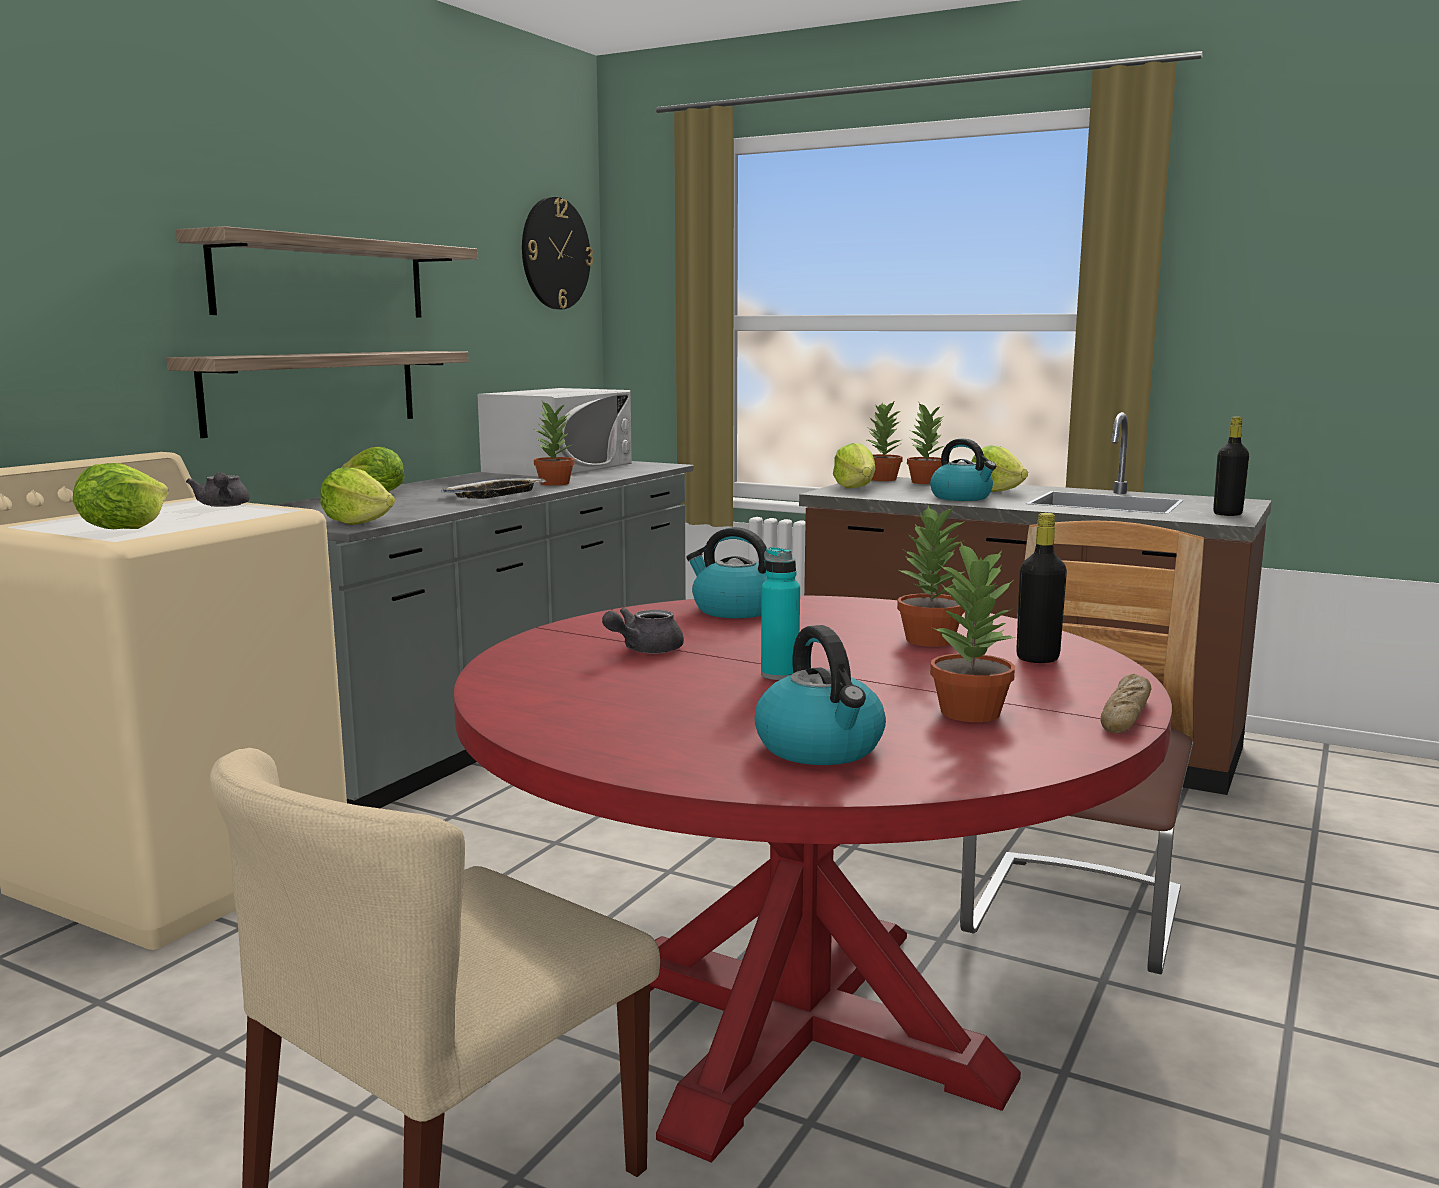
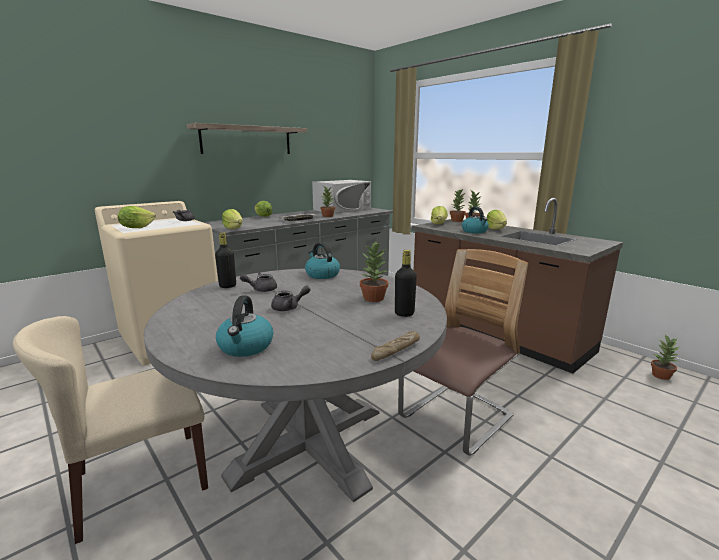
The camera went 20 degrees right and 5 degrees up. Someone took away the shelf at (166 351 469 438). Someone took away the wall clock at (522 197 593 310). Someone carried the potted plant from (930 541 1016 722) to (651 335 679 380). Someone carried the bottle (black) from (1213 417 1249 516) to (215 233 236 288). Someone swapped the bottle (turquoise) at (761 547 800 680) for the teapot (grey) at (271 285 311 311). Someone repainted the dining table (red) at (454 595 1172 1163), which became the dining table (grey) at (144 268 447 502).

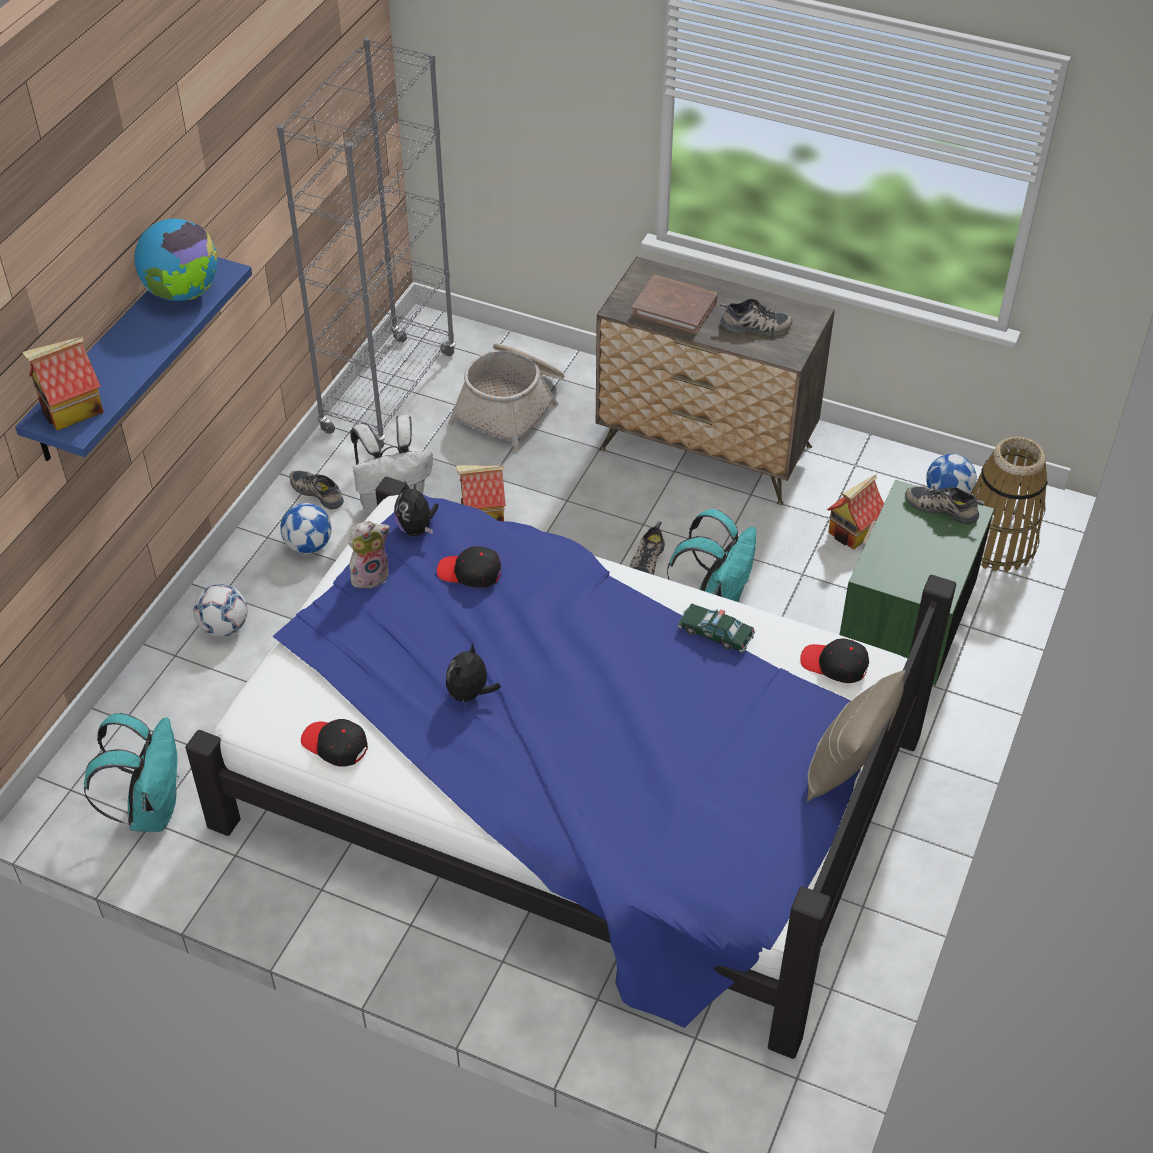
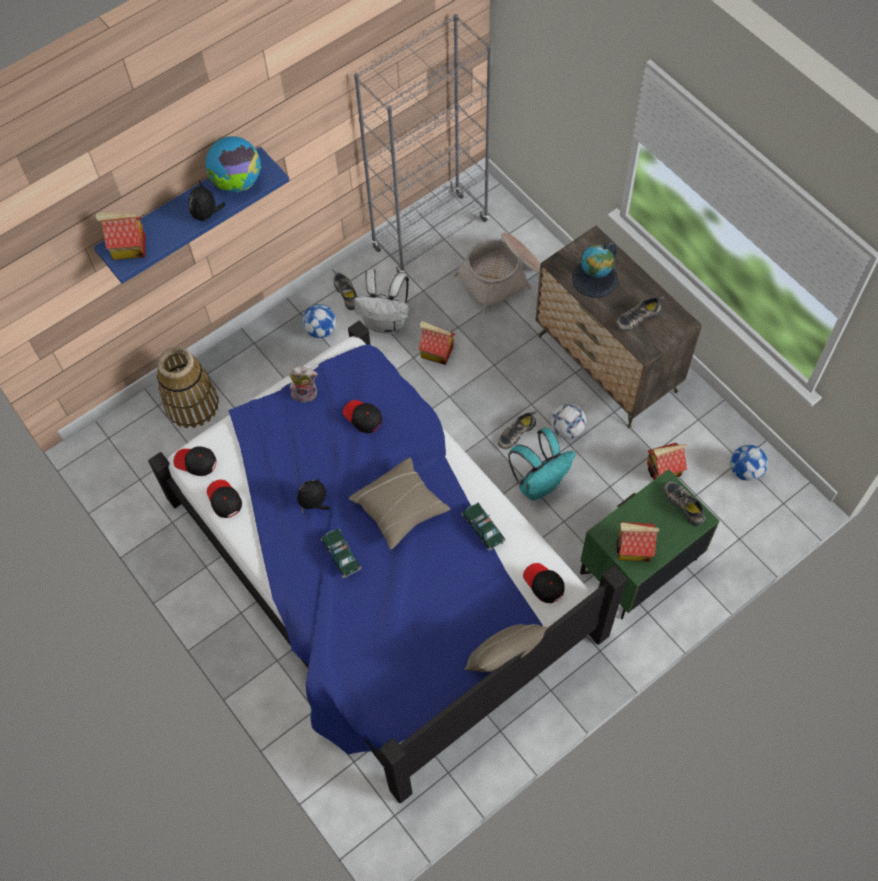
The camera went 30 degrees right and 15 degrees up. Someone took away the backpack (turquoise) at (84 713 179 832). Someone put down the cap (black) at (174 446 217 476). Someone put down the toy car at (321 528 362 578). Someone put down the pillow (beige) at (349 458 451 550). Someone put down the toy house at (617 522 660 562). Someone carried the football from (194 584 248 637) to (551 404 586 439). Someone carried the plush toy from (394 480 438 536) to (188 180 226 223). Someone carried the basket from (971 437 1047 572) to (157 347 219 428). Someone swapped the book (brown) at (632 275 718 334) for the globe at (572 243 618 298). Someone rotated the shoe at (719 298 792 336) by 120 degrees clockwise.

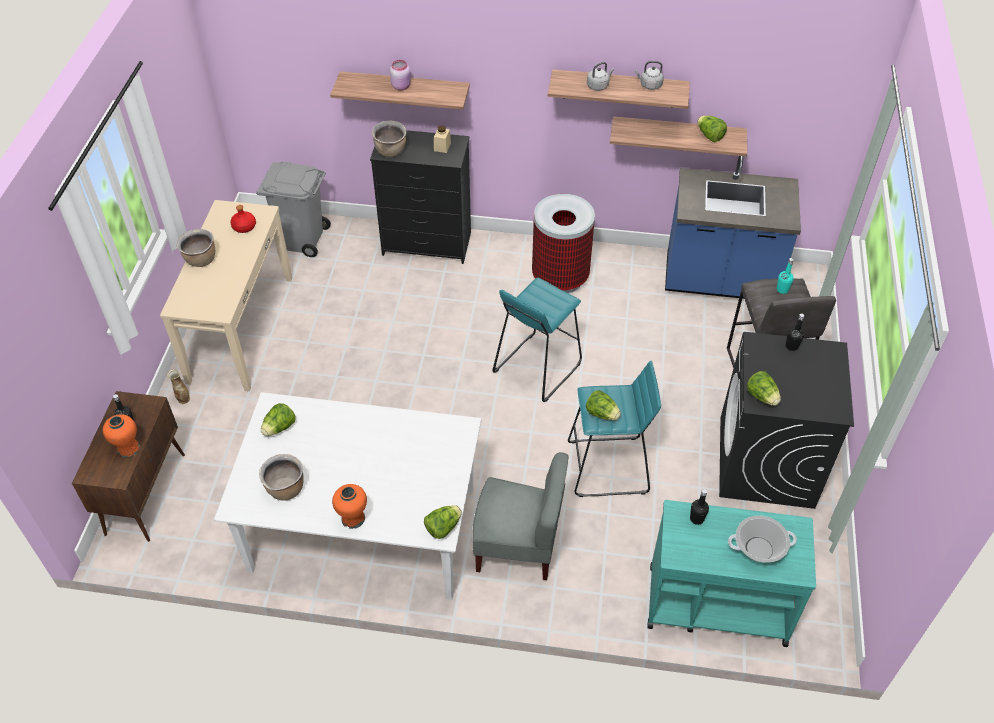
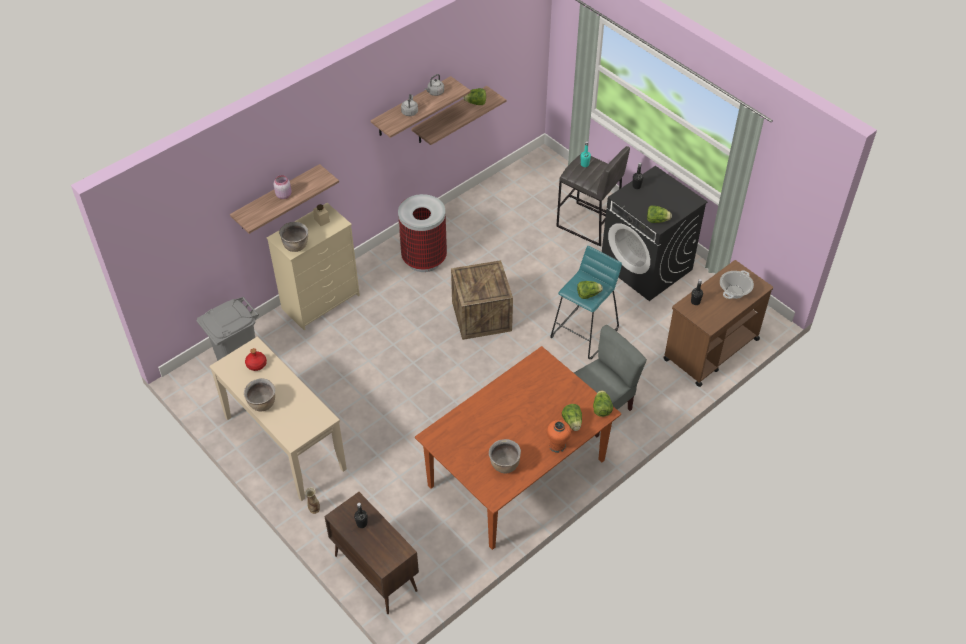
The camera went 50 degrees left and 0 degrees up. Someone took away the vase (orange) at (103 414 140 458). Someone took away the counter (blue) at (665 156 801 299). Someone carried the lettuce from (261 403 296 436) to (562 404 582 431). Someone swapped the stool (turquoise) at (493 278 582 402) for the crate at (451 260 513 340). Someone repainted the dining table (white) at (214 392 481 600), which became the dining table (brown) at (415 346 621 550). Someone repainted the dresser (black) at (370 130 471 264), which became the dresser (beige) at (267 203 360 330). Someone repainted the cart (turquoise) at (647 500 816 647), which became the cart (brown) at (663 260 773 387).

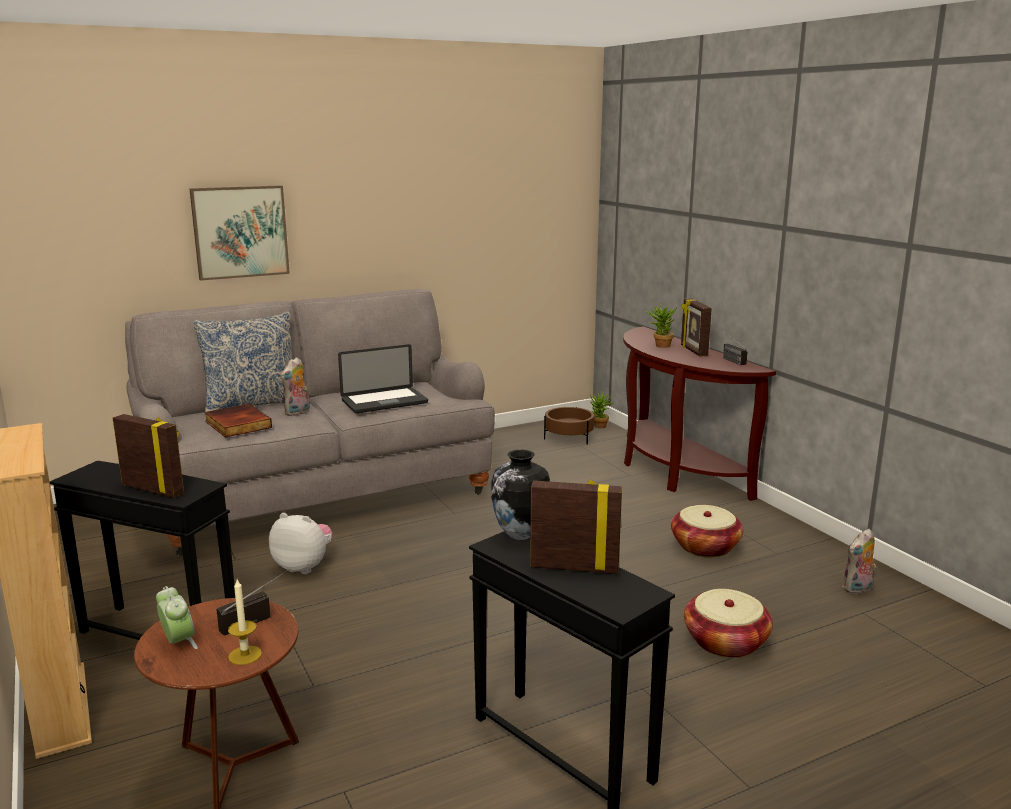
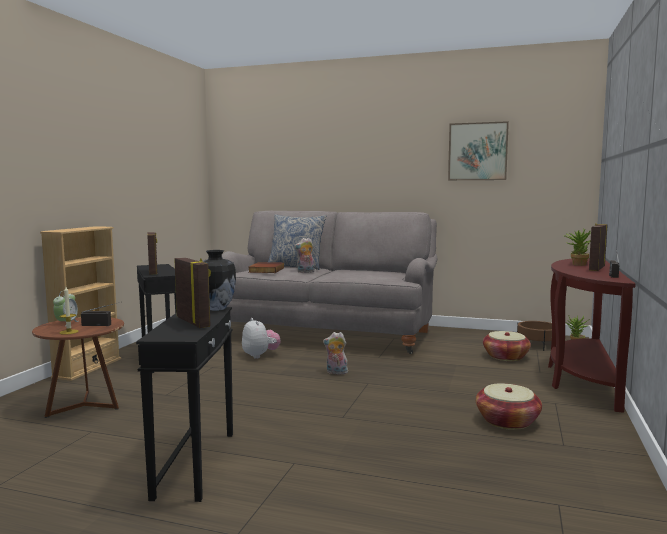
The camera went 45 degrees right and 10 degrees down. Someone took away the laptop at (338 344 428 413). Someone carried the picture from (189 185 290 281) to (448 121 509 180). Someone carried the basket from (684 589 773 658) to (483 331 531 361). Someone carried the plush toy from (842 529 877 595) to (323 332 348 375).

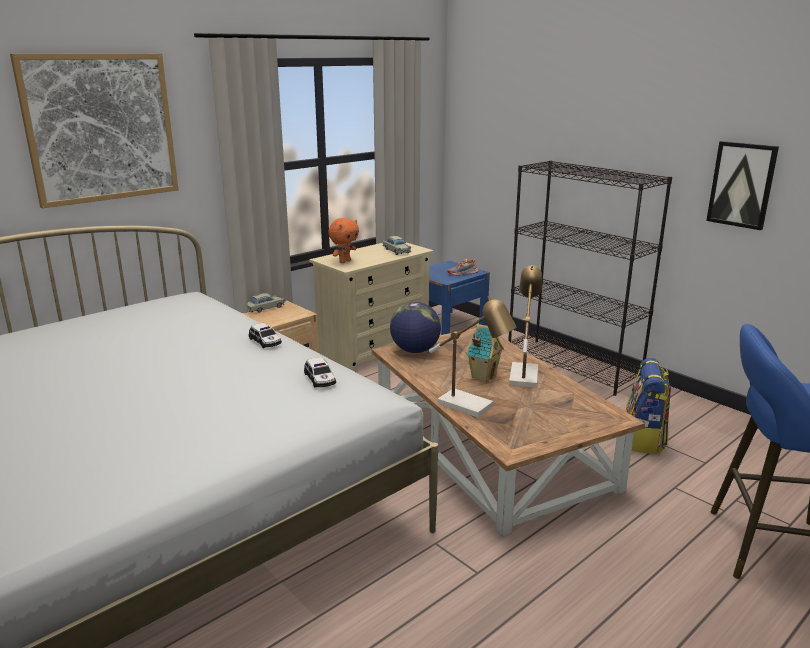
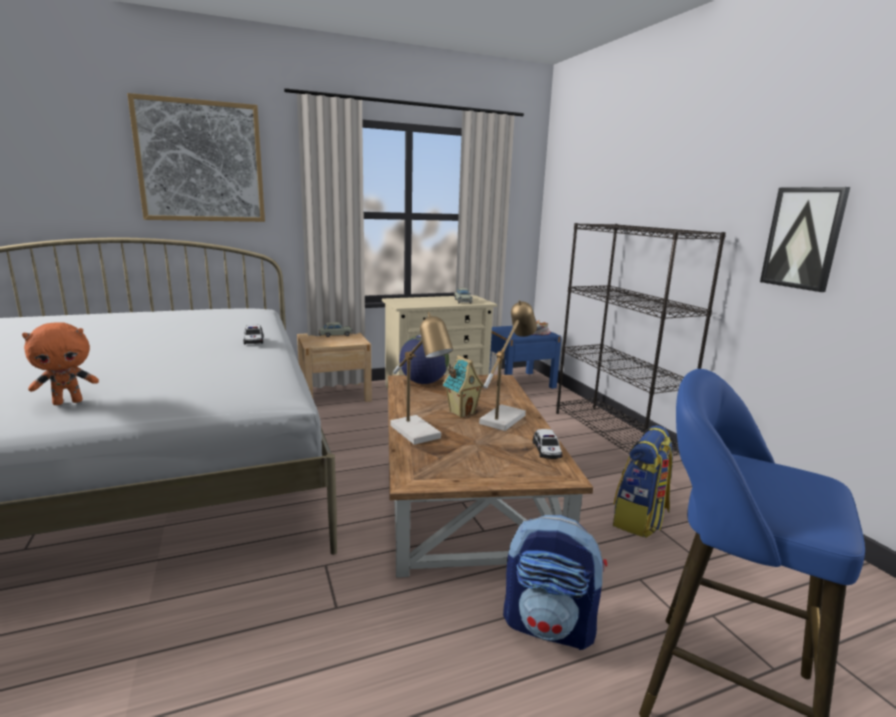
The camera went 20 degrees right and 5 degrees down. Someone put down the backpack at (503 515 607 650). Someone carried the toy car from (304 357 336 387) to (533 429 562 459). Someone carried the plush toy (orange) from (328 218 359 263) to (22 322 99 405).

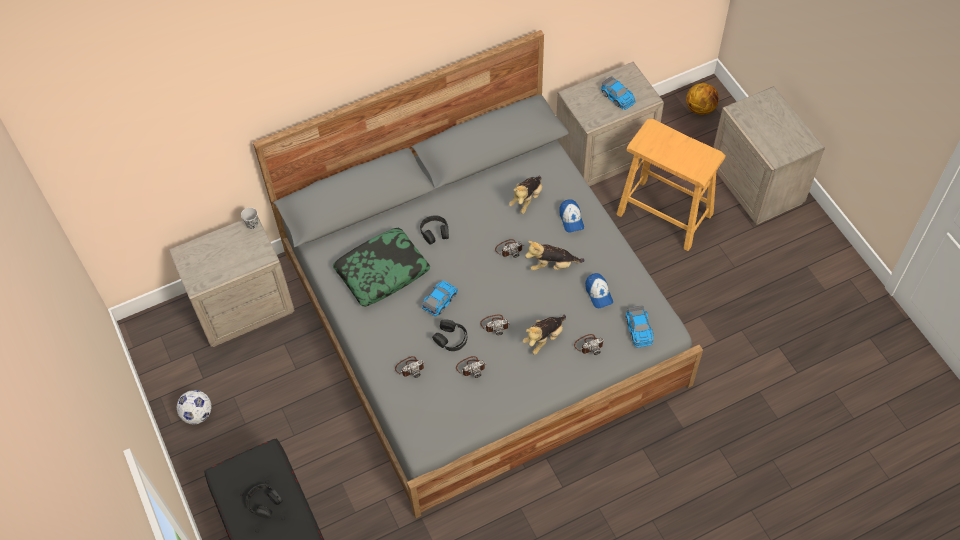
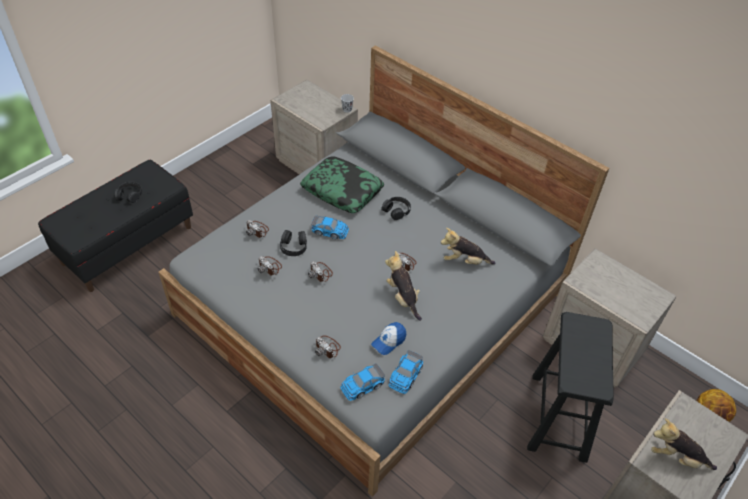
The camera went 65 degrees right and 10 degrees down. Someone took away the football at (177 390 212 424). Someone took away the cap at (560 199 584 233). Someone carried the plush toy from (523 315 566 355) to (651 418 717 470). Someone carried the toy car from (601 76 636 110) to (388 350 423 394). Someone repainted the stool (beige) at (617 119 726 251), which became the stool (black) at (527 312 614 463).

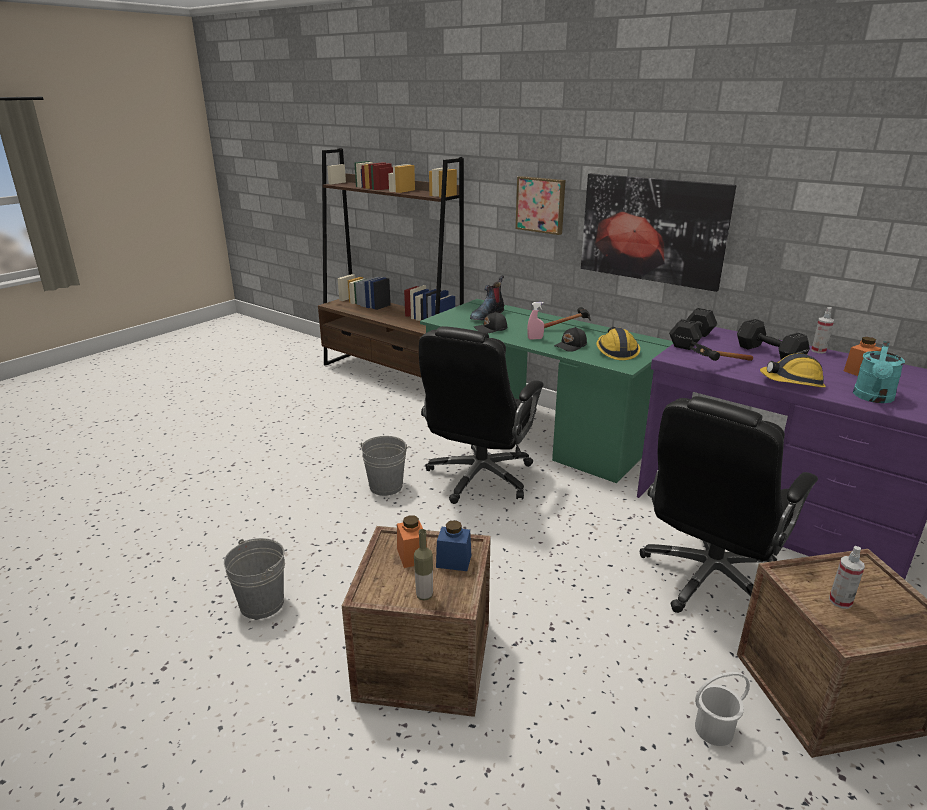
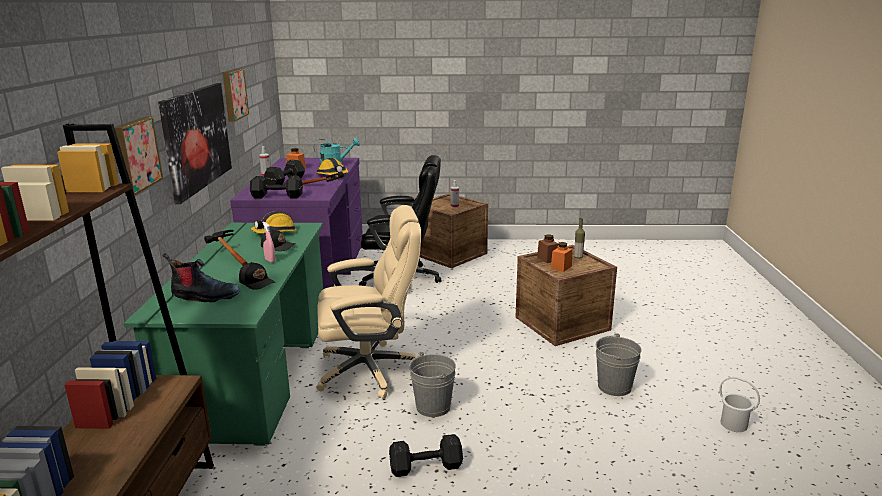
The camera went 125 degrees left and 5 degrees down. Someone put up the picture at (223 68 249 122). Someone put down the dumbbell (black) at (389 434 463 477). Someone carried the bucket (white) from (695 672 750 746) to (719 377 760 432). Someone repainted the office chair (black) at (419 326 544 504), which became the office chair (beige) at (316 205 421 399). Someone repainted the jar (blue) at (436 520 471 571), which became the jar (brown) at (537 234 558 263).

